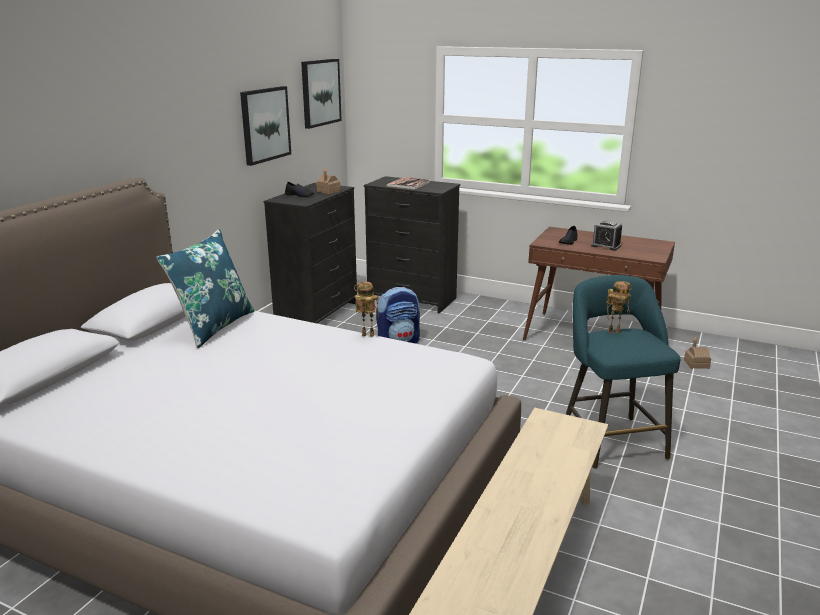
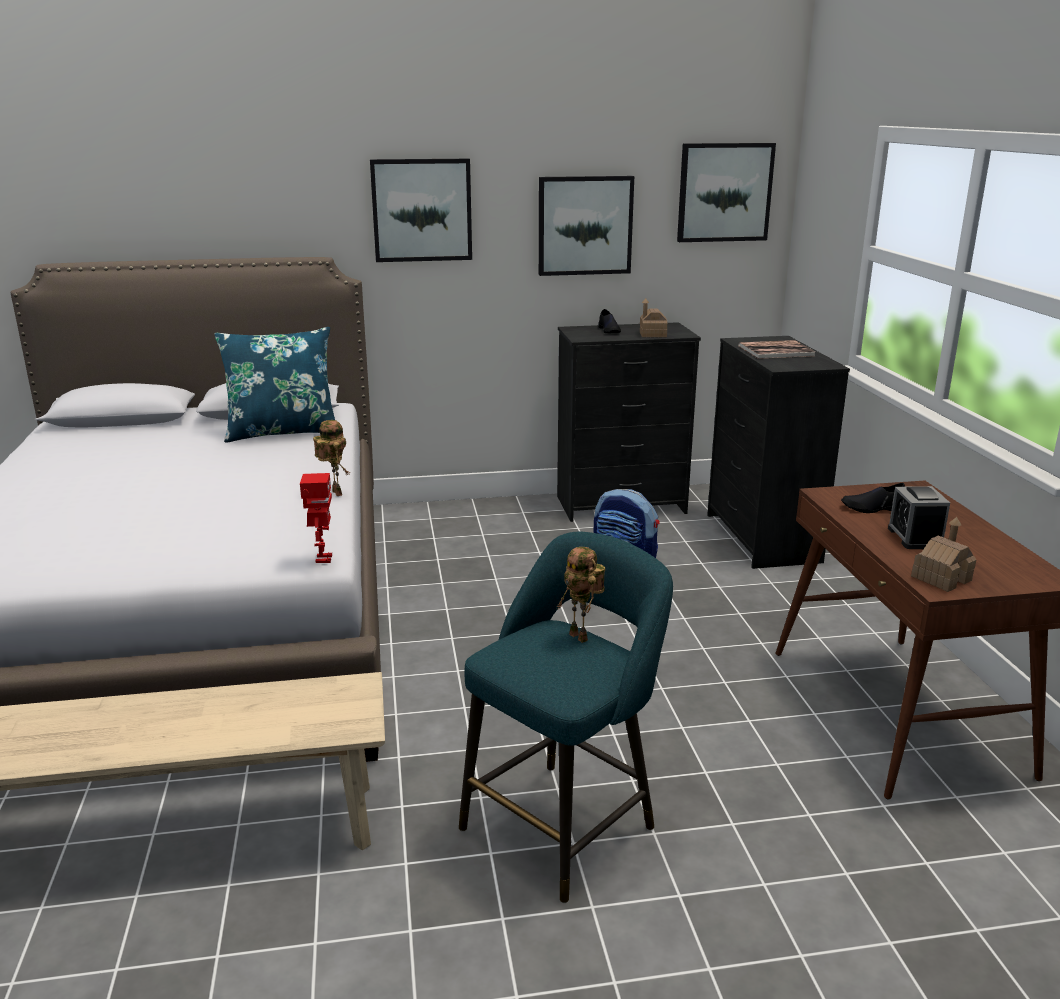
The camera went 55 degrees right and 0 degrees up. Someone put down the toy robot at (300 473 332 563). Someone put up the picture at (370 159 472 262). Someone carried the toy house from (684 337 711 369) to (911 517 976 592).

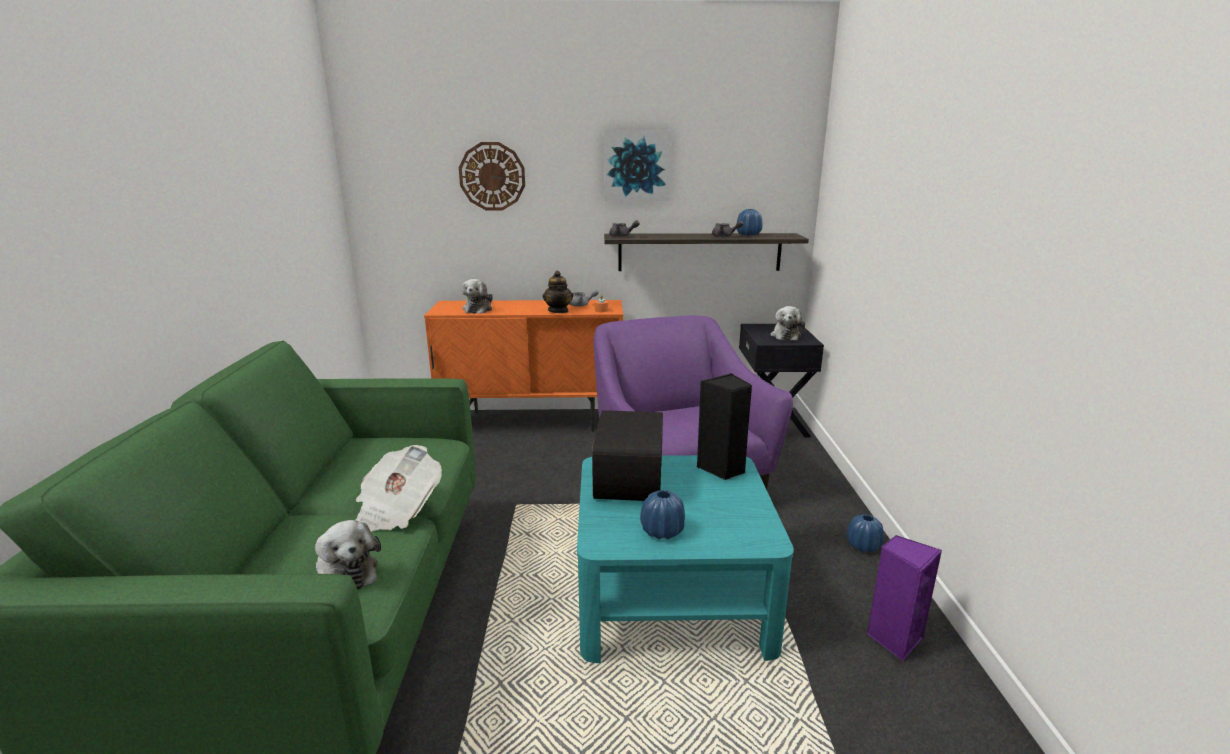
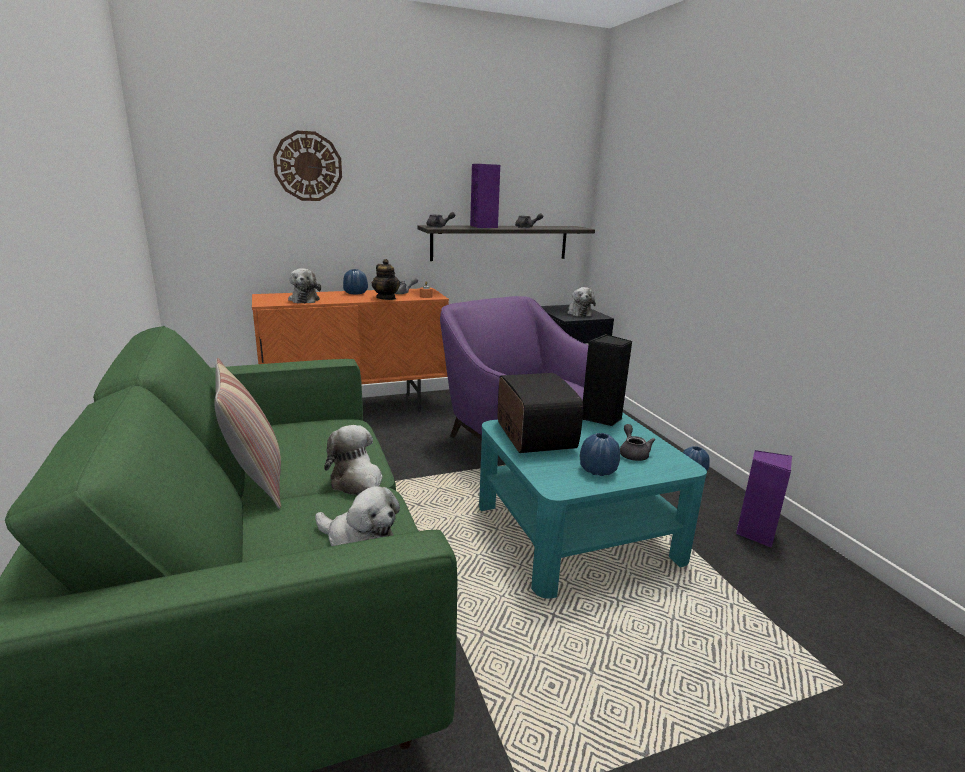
The camera went 20 degrees left and 0 degrees up. Someone took away the picture at (604 131 672 201). Someone put down the pillow at (214 358 281 509). Someone put down the speaker (purple) at (470 164 500 228). Someone put down the teapot (grey) at (620 424 655 461). Someone carried the vase (blue) from (737 209 763 236) to (343 269 368 294). Someone swapped the newspaper at (356 445 442 532) for the plush toy at (324 425 382 495).

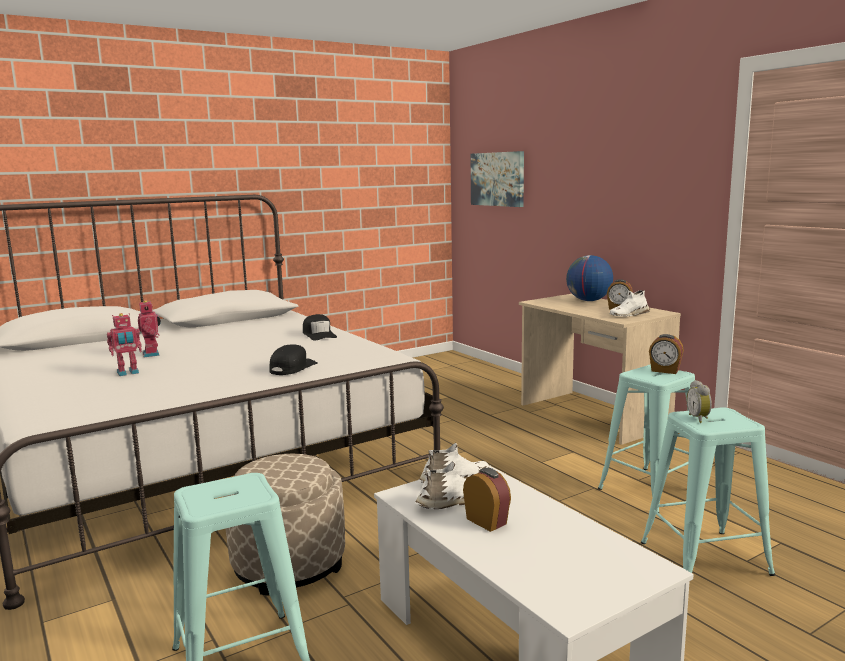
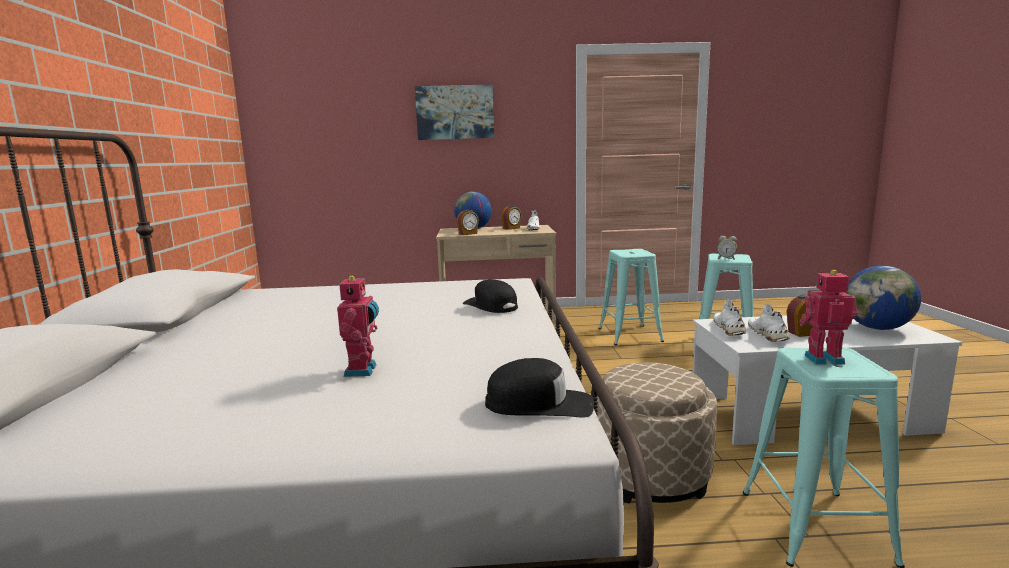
The camera went 60 degrees left and 0 degrees up. Someone put down the globe at (845 266 921 330). Someone carried the toy robot from (138 300 161 357) to (799 270 858 365). Someone carried the cap (black) from (303 314 337 341) to (485 358 594 418). Someone carried the picture from (471 151 524 207) to (415 84 494 140). Someone carried the alarm clock from (649 334 684 374) to (456 210 479 235).

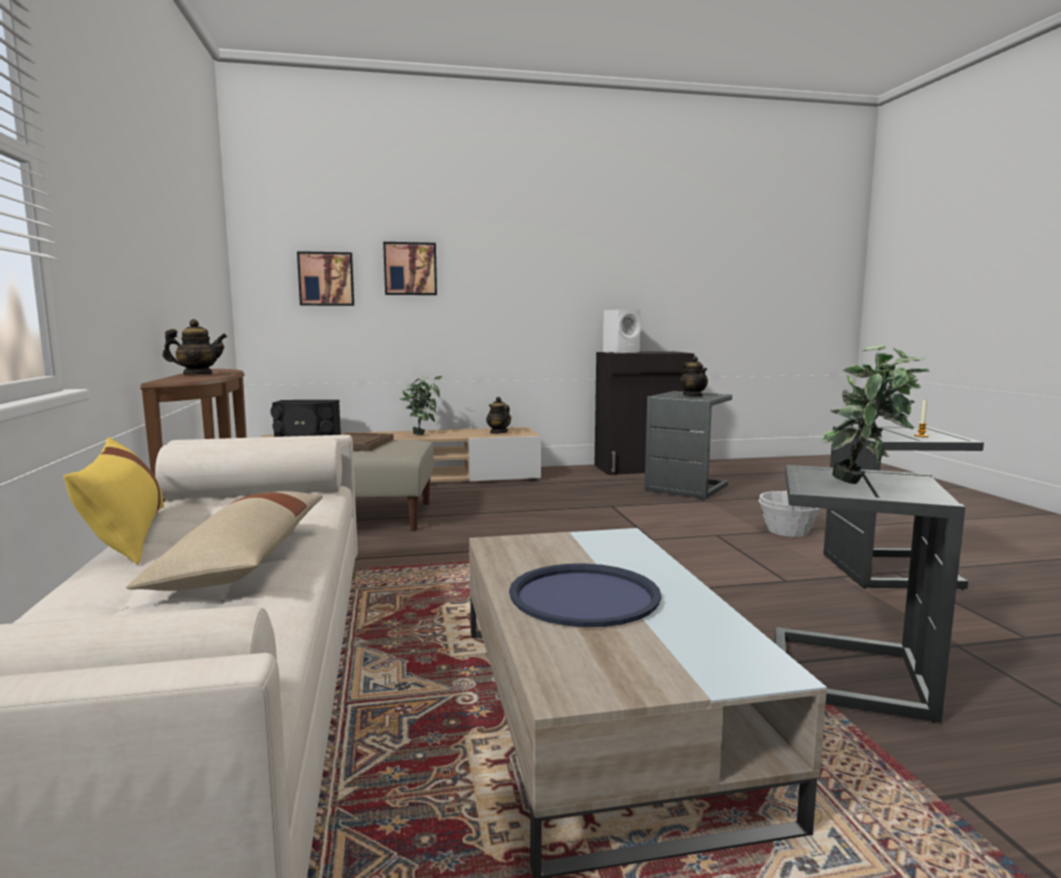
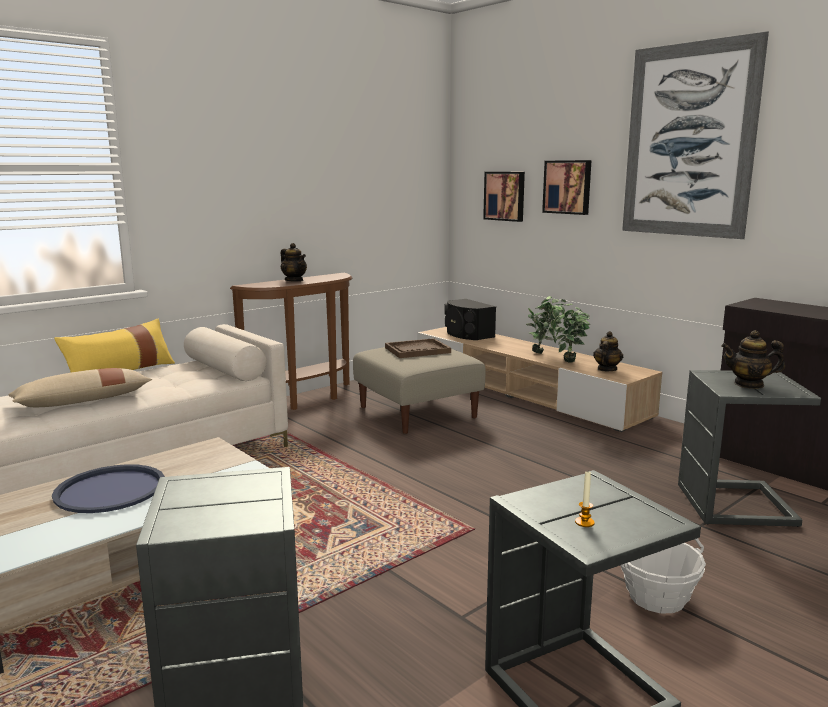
The camera went 60 degrees right and 5 degrees up. Someone took away the speaker (white) at (603 310 642 353). Someone put up the picture at (622 31 769 239). Someone carried the potted plant from (821 345 930 484) to (552 304 591 363). Someone rotated the teapot at (680 356 708 397) by 60 degrees clockwise.

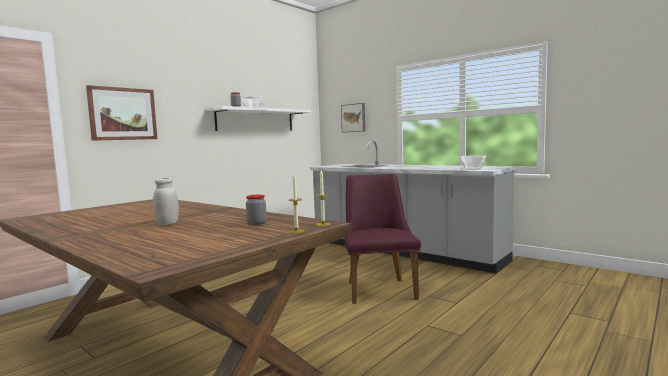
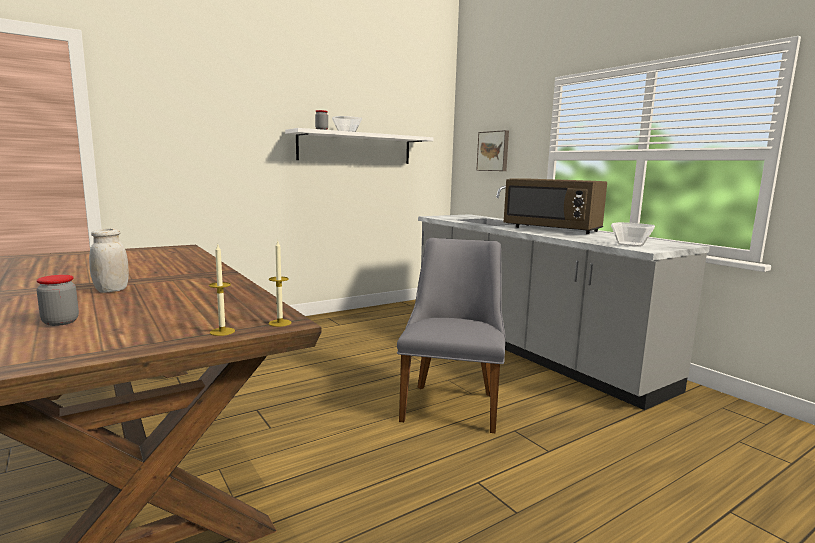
The camera went 15 degrees right and 5 degrees up. Someone took away the picture at (86 85 157 141). Someone put down the microwave (brown) at (504 178 607 234). Someone carried the jar from (246 195 267 225) to (37 275 79 326). Someone repainted the chair (purple) at (345 174 421 304), which became the chair (grey) at (397 238 506 434).

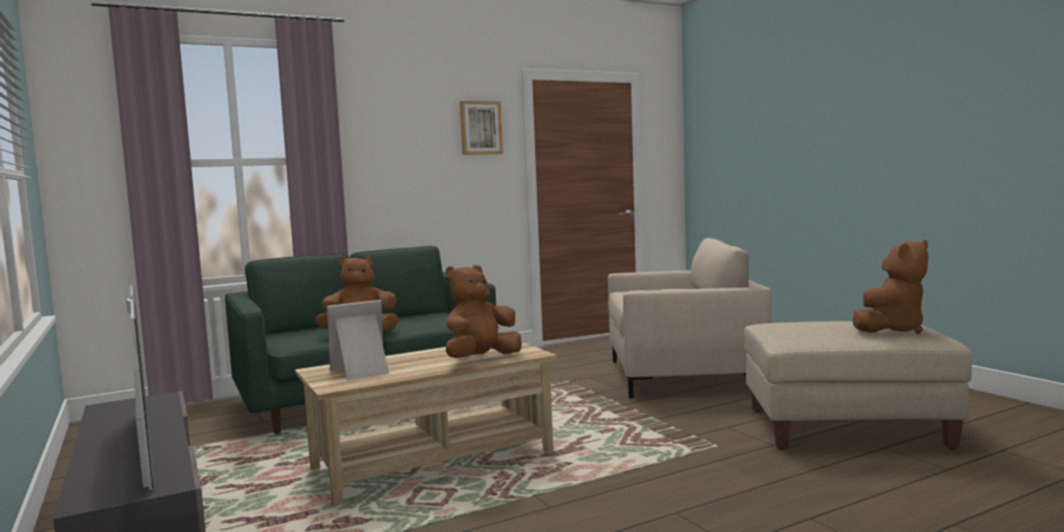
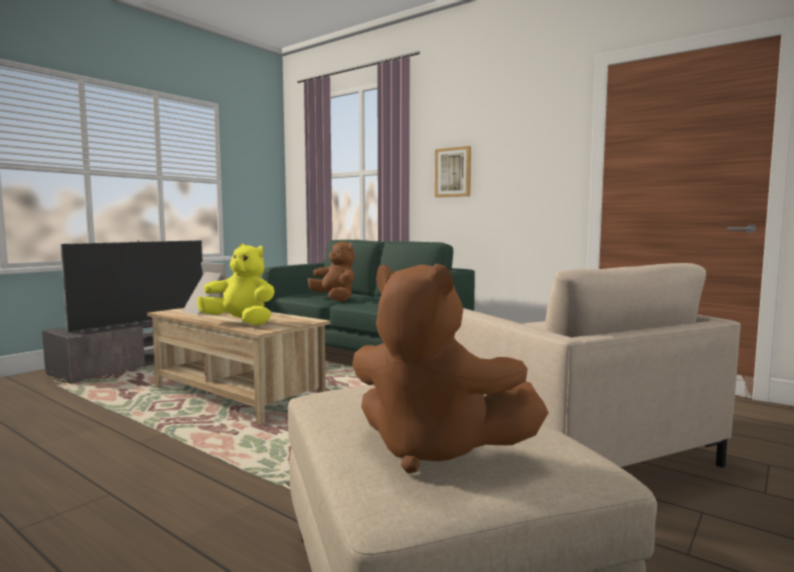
The camera went 65 degrees right and 0 degrees up. Someone carried the picture from (460 101 503 155) to (435 146 471 197). Someone repainted the plush toy (brown) at (446 265 522 358), which became the plush toy (yellow) at (197 244 275 325).

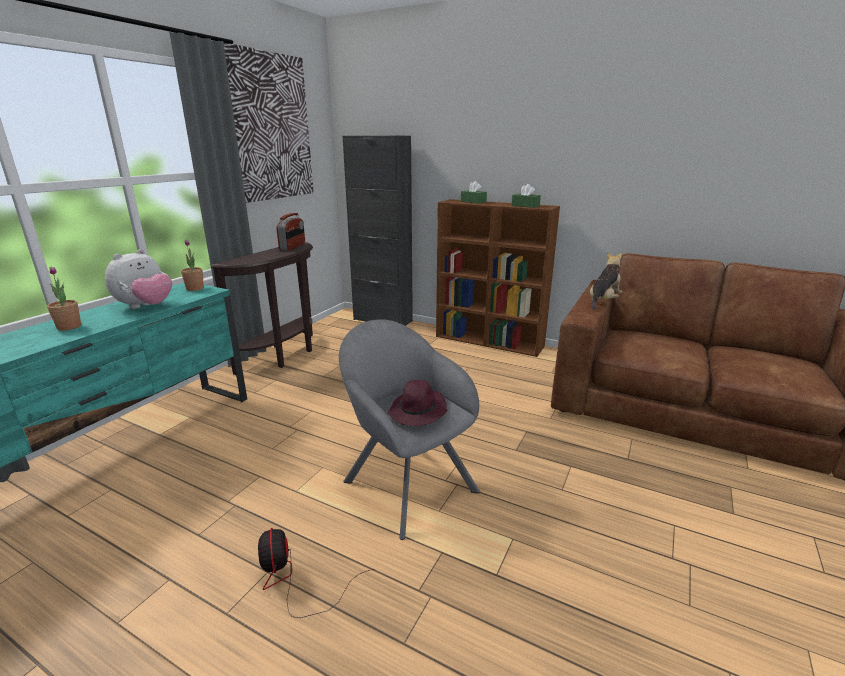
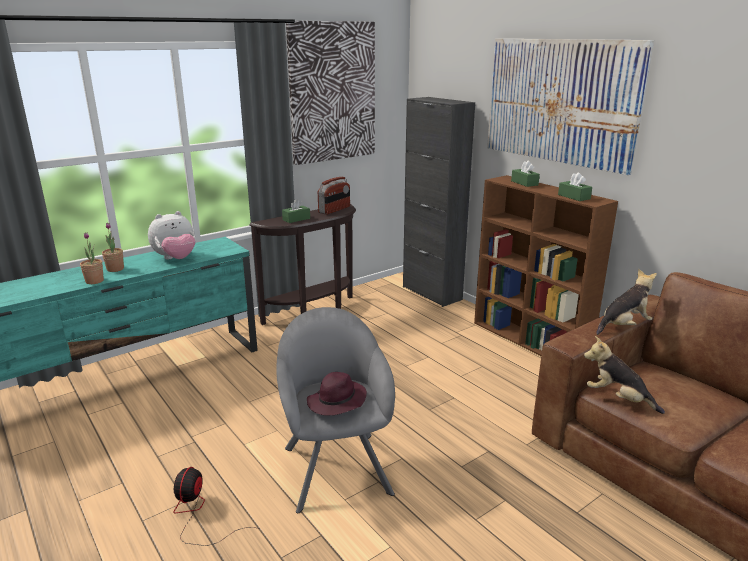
The camera went 25 degrees right and 0 degrees up. Someone put down the tissue box (green) at (282 199 310 223). Someone put up the picture at (487 39 654 175). Someone put down the plush toy at (584 336 665 414). Someone carried the potted plant from (181 240 204 291) to (80 233 104 284).

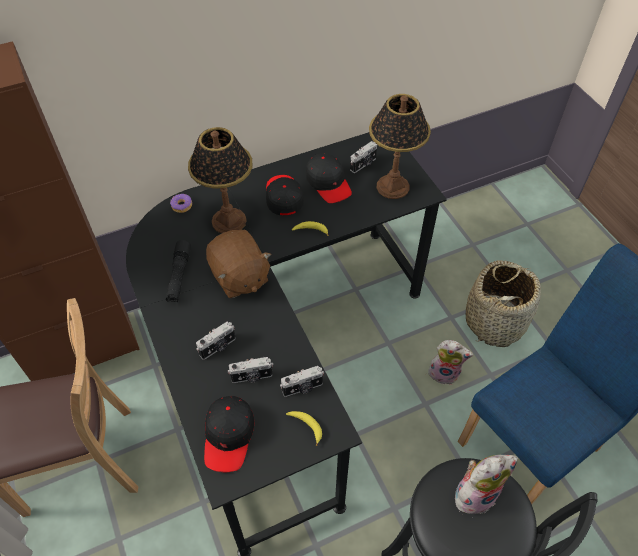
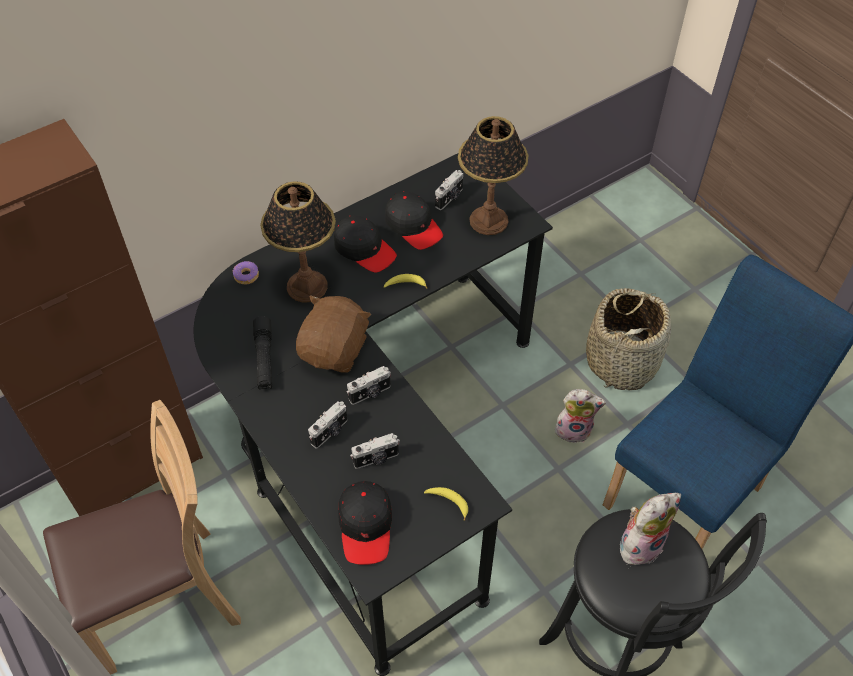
The camera went 10 degrees left and 0 degrees up. Someone carried the photo camera from (280 366 324 397) to (347 366 391 405). Someone rotated the plush toy (brown) at (206 230 271 298) by 120 degrees counterclockwise. Someone rotated the cap (black) at (266 175 304 215) by 150 degrees clockwise.

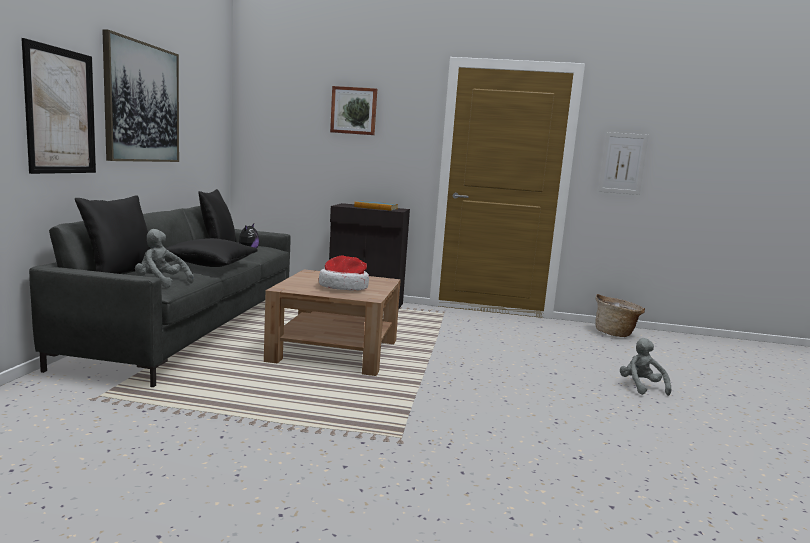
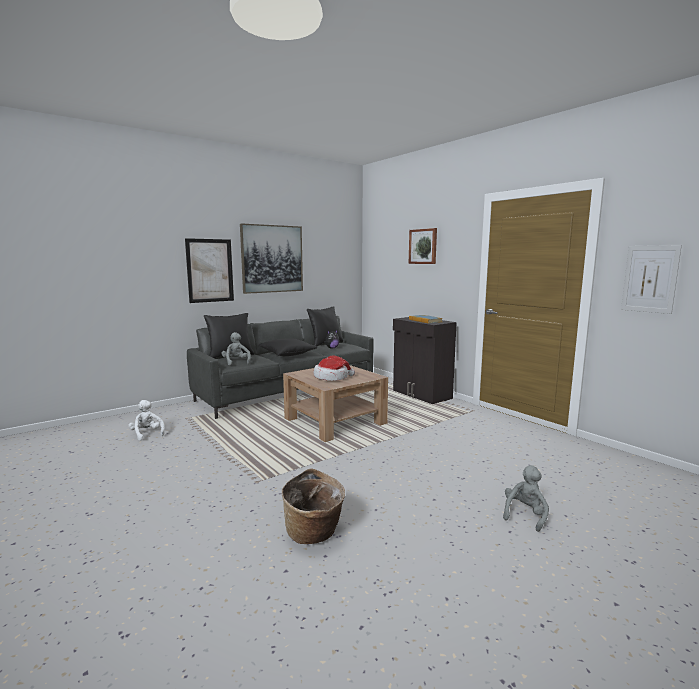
The camera went 45 degrees right and 0 degrees up. Someone put down the plush toy (white) at (129 400 165 441). Someone carried the basket from (595 294 645 337) to (282 468 345 544).

